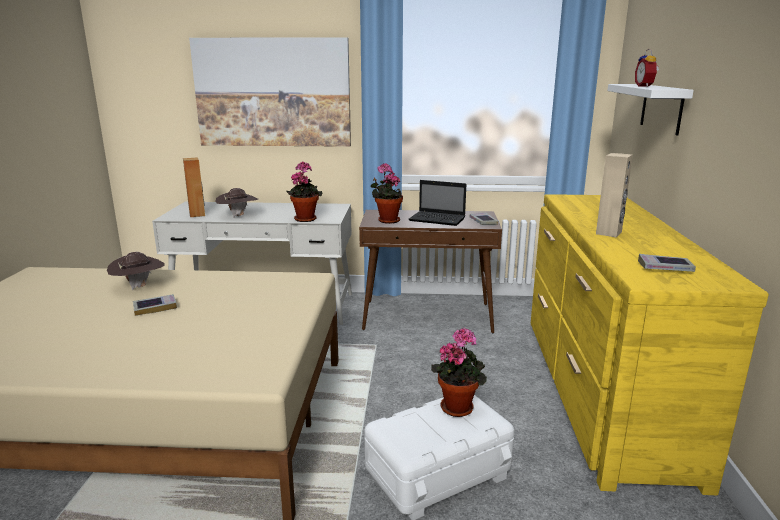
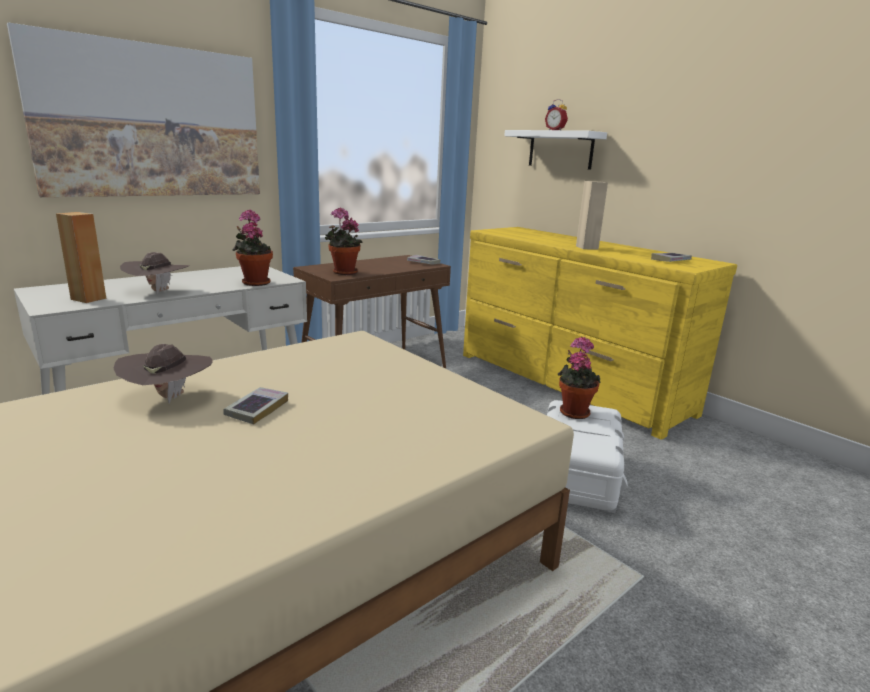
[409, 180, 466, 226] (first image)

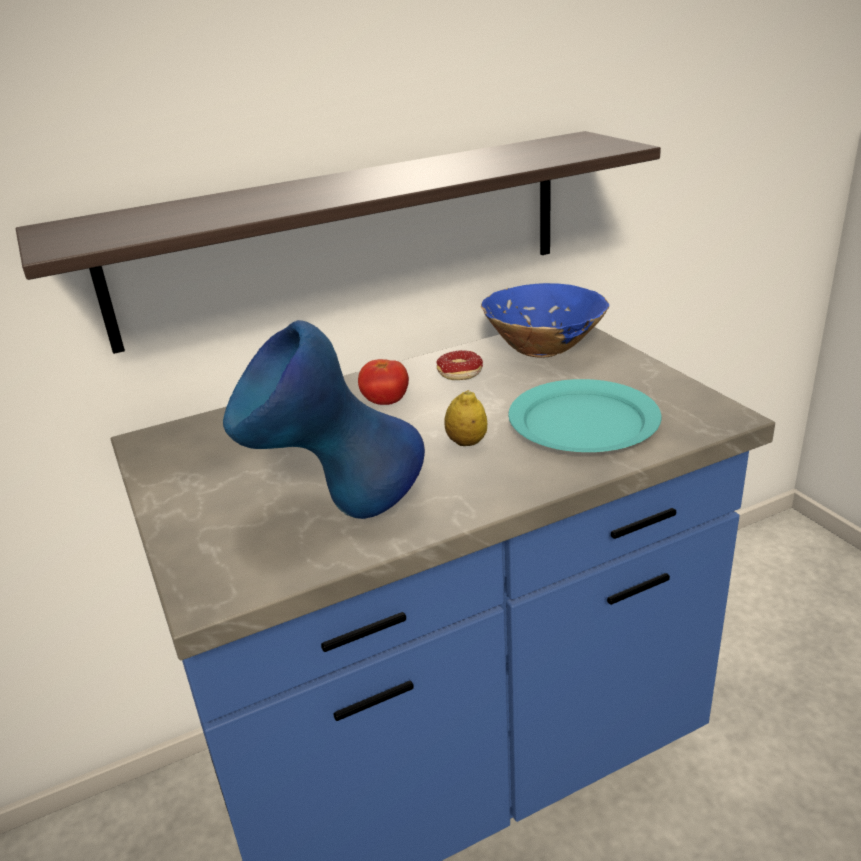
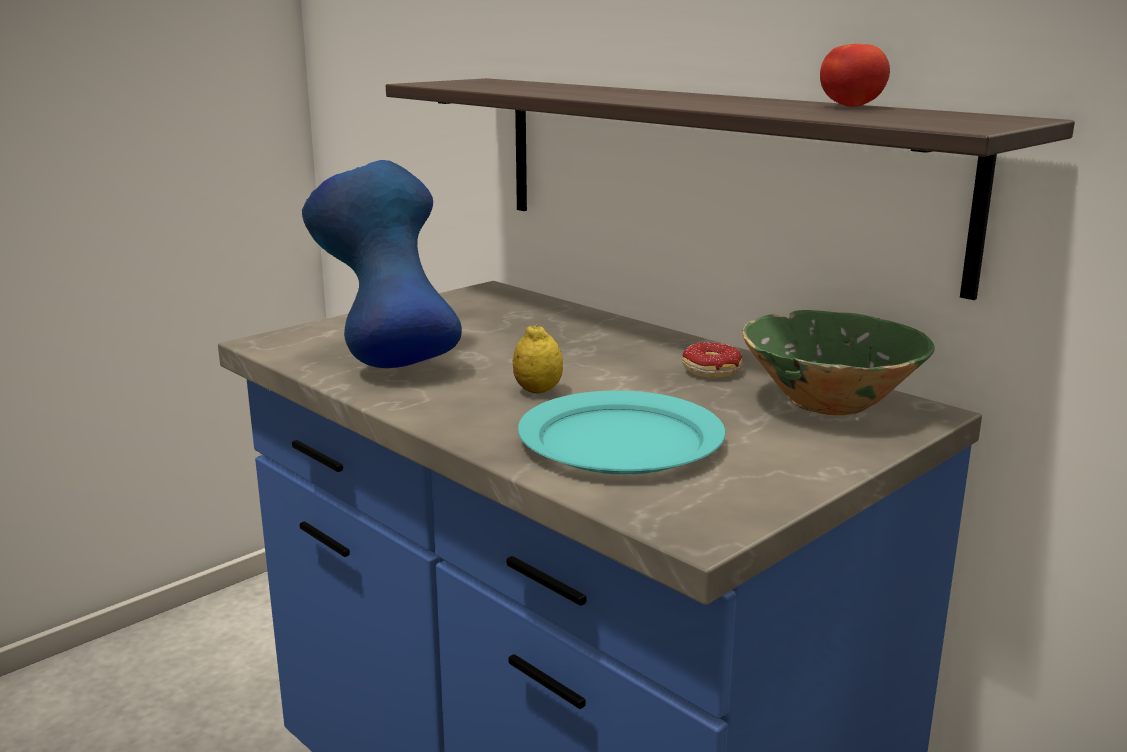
[820, 44, 890, 107]
[742, 310, 935, 415]

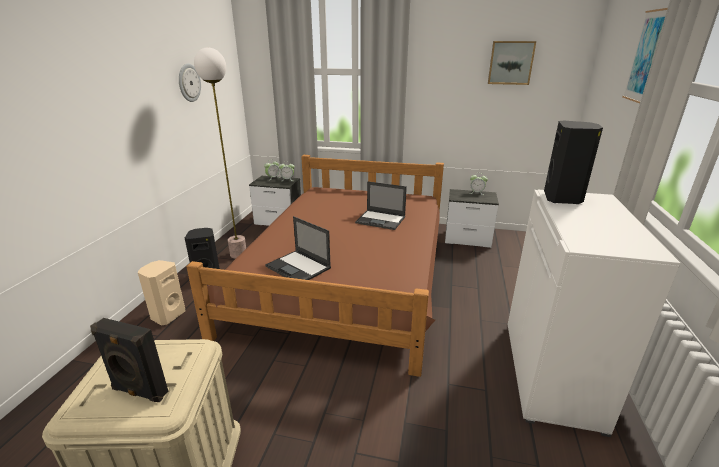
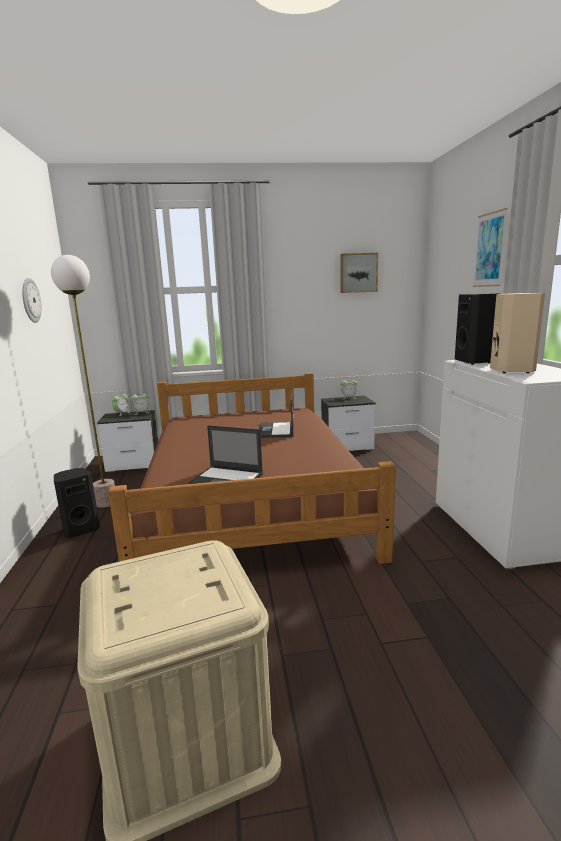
[90, 318, 168, 402] (first image)
[490, 293, 545, 373]
[259, 390, 294, 438]

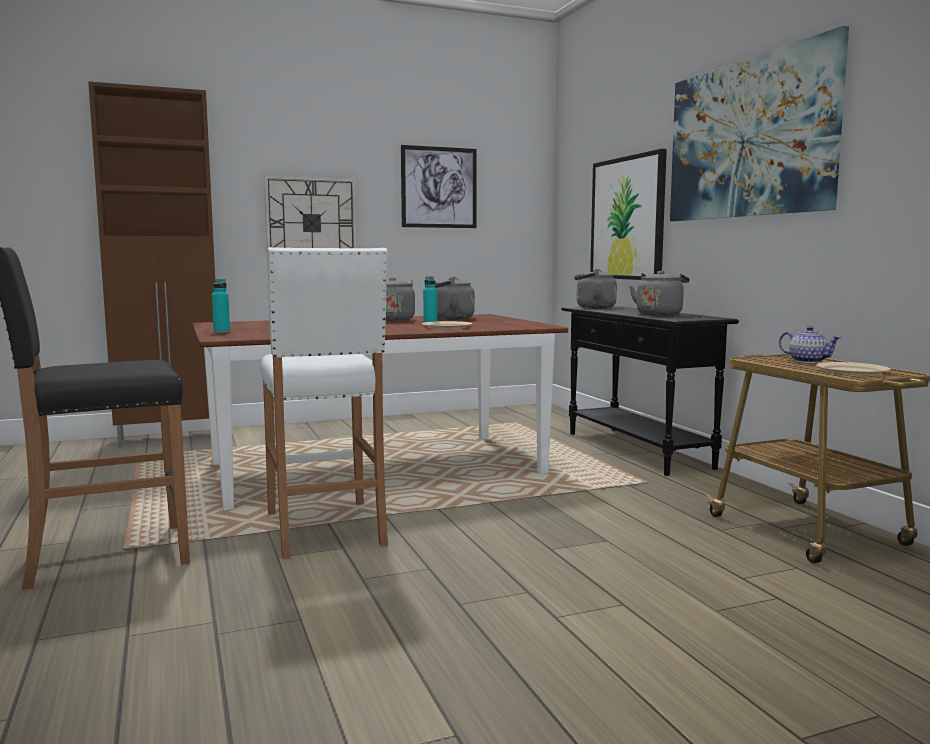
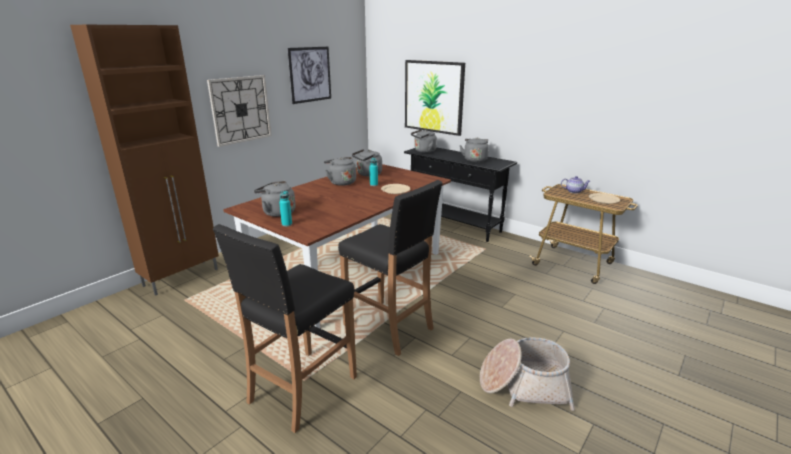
[670, 26, 849, 221] (first image)
[254, 181, 296, 217]
[480, 337, 575, 411]
[338, 180, 443, 356]

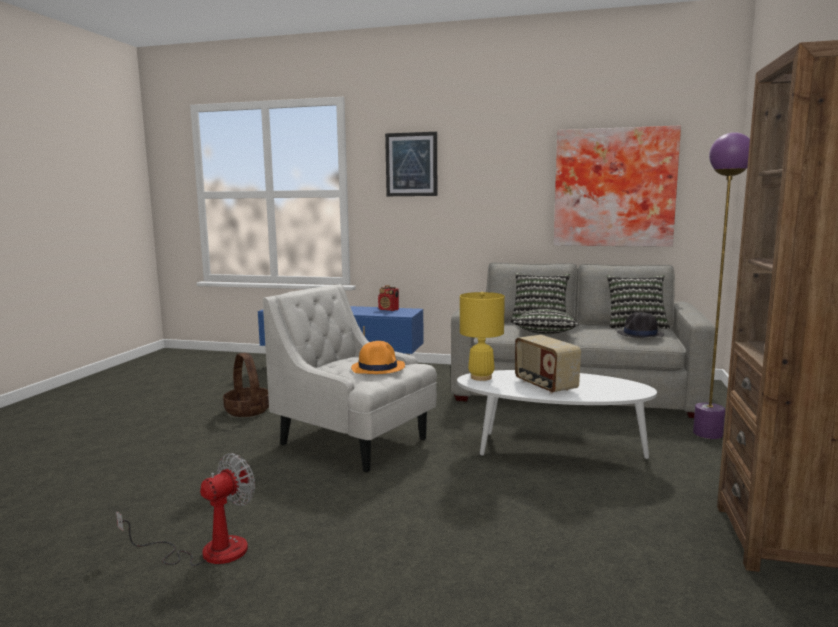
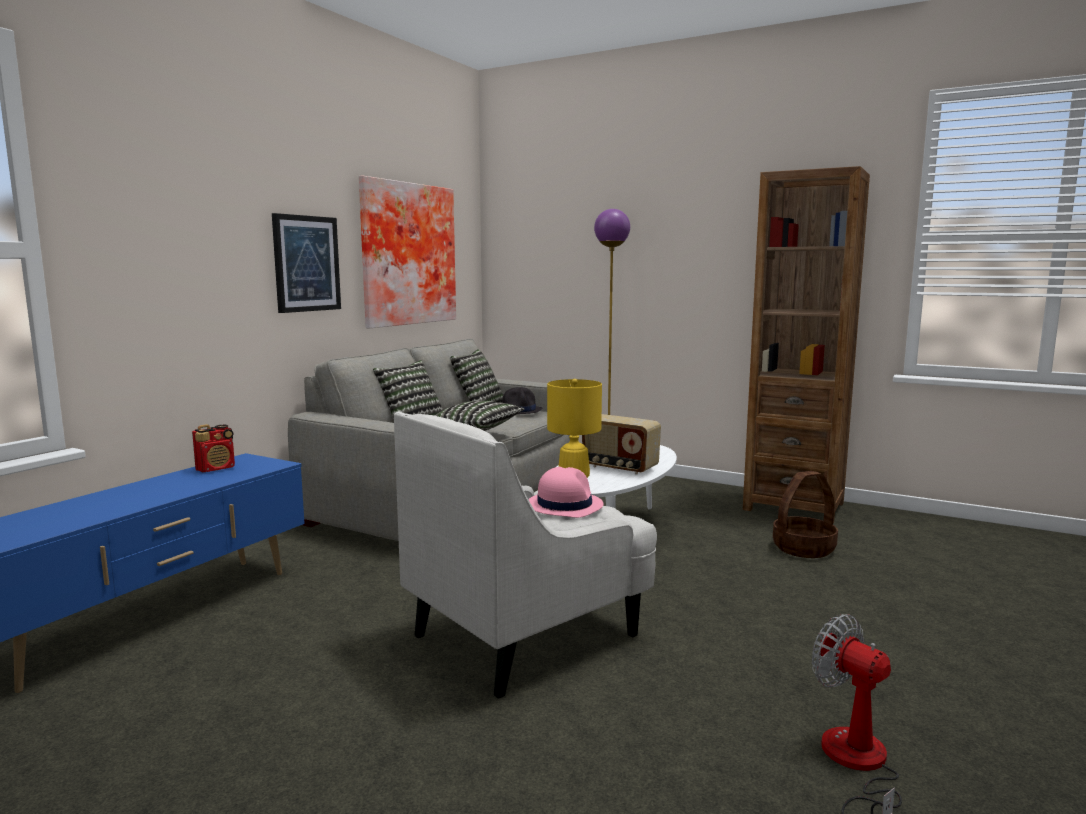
[773, 471, 838, 558]
[272, 213, 341, 313]
[528, 467, 604, 518]
[582, 414, 661, 474]

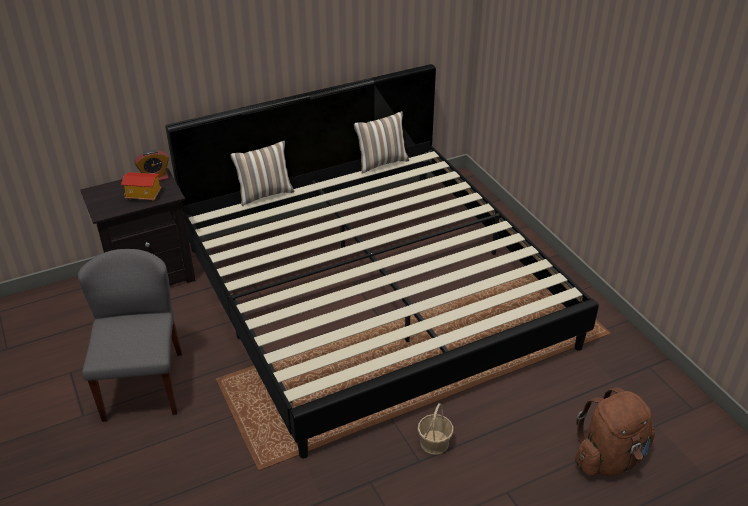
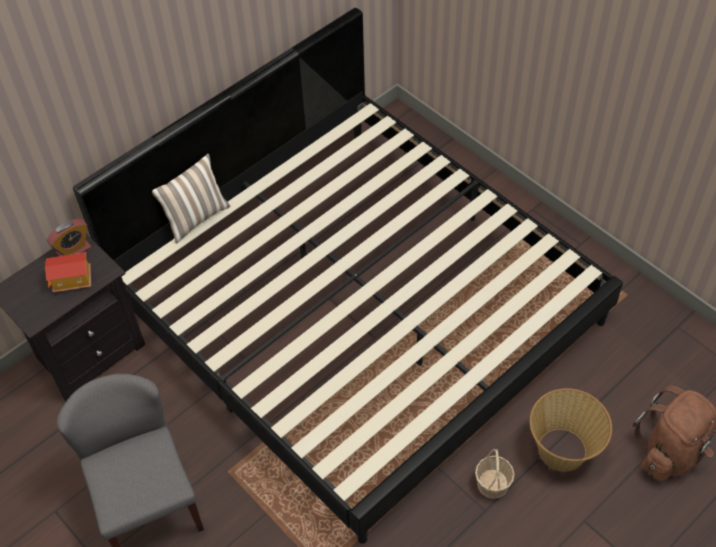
[354, 111, 409, 174] (first image)
[530, 388, 612, 472]

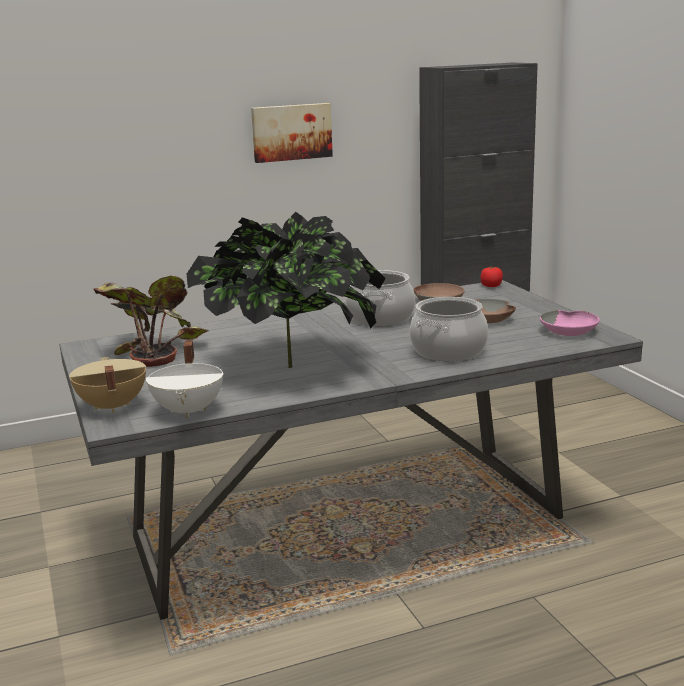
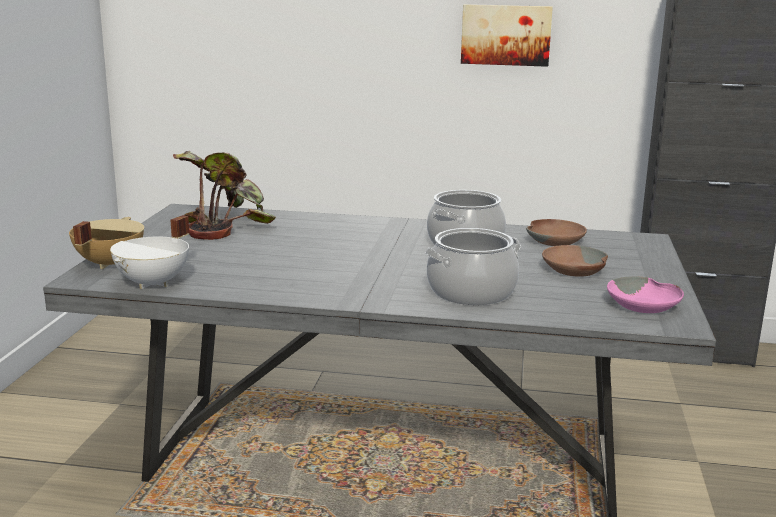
[186, 212, 386, 368] (first image)
[480, 267, 503, 287] (first image)

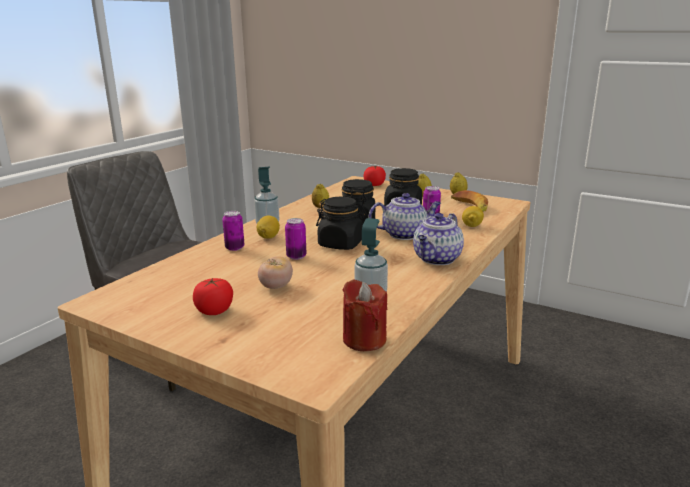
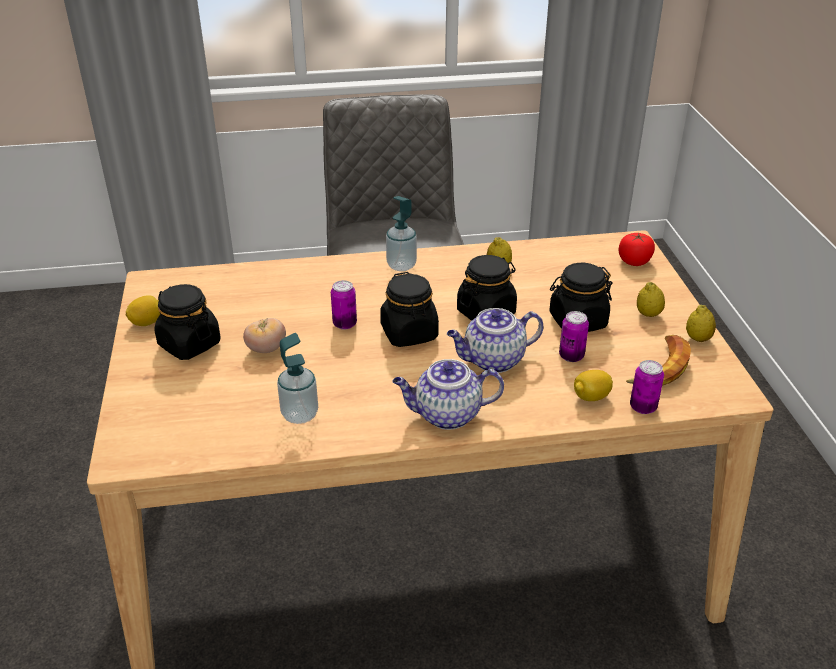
[343, 280, 387, 351] (first image)
[630, 360, 664, 414]
[126, 295, 160, 326]
[154, 284, 220, 360]
[447, 308, 543, 373]

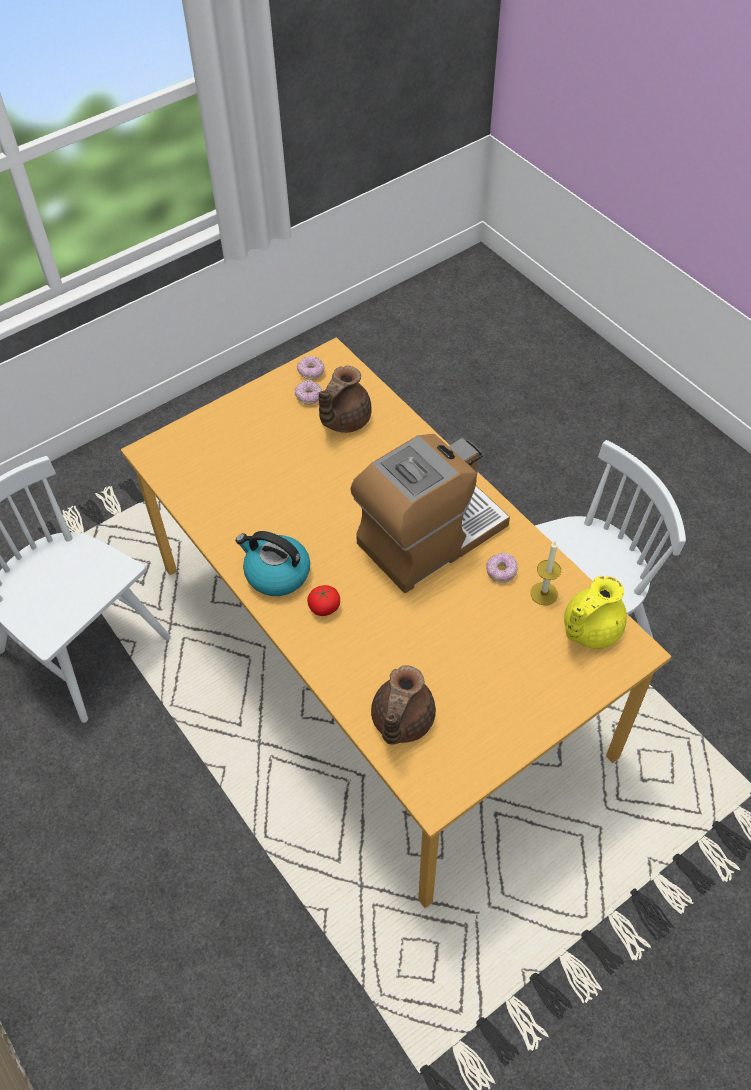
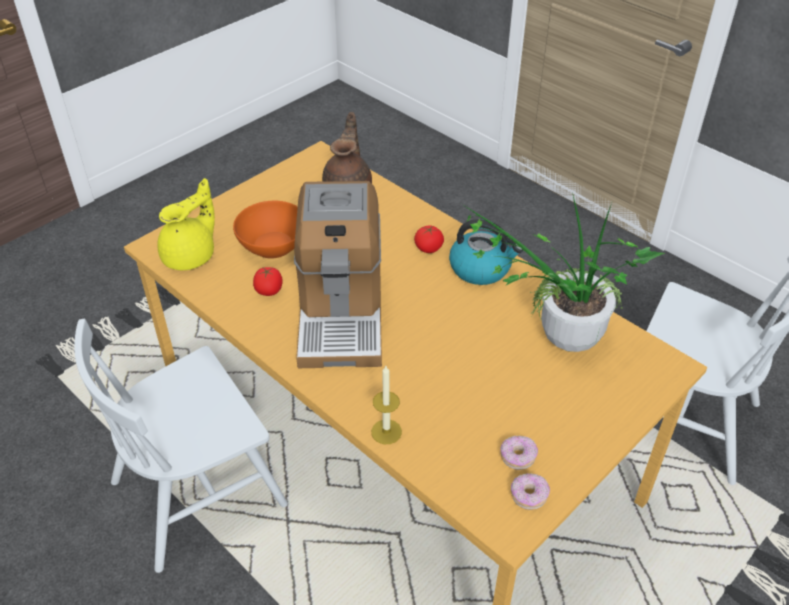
[319, 366, 371, 433] (first image)
[233, 201, 298, 258]
[462, 192, 665, 352]
[371, 366, 402, 444]
[253, 267, 283, 296]
[294, 181, 382, 368]

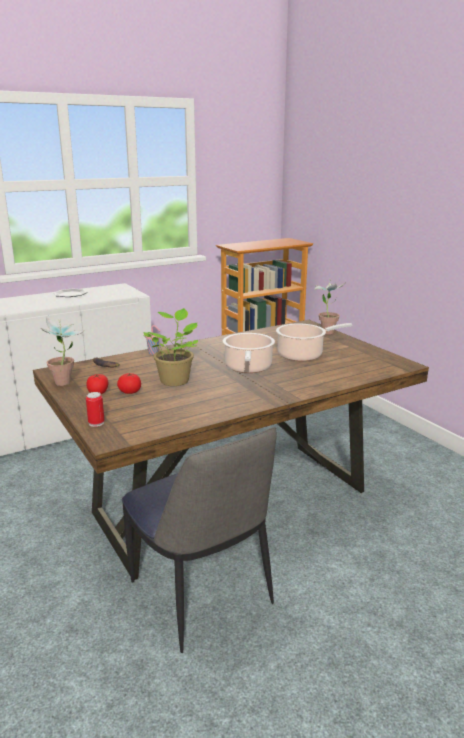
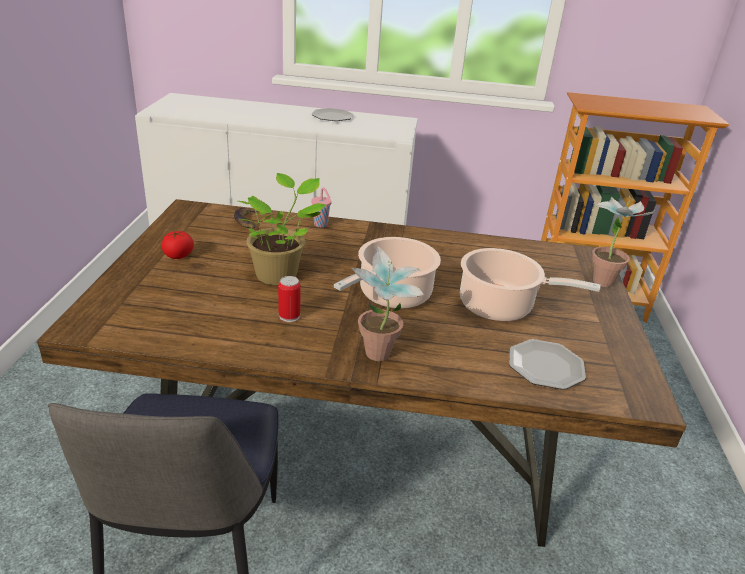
[117, 373, 141, 394] (first image)
[509, 339, 586, 390]
[352, 245, 424, 361]
[278, 276, 301, 322]

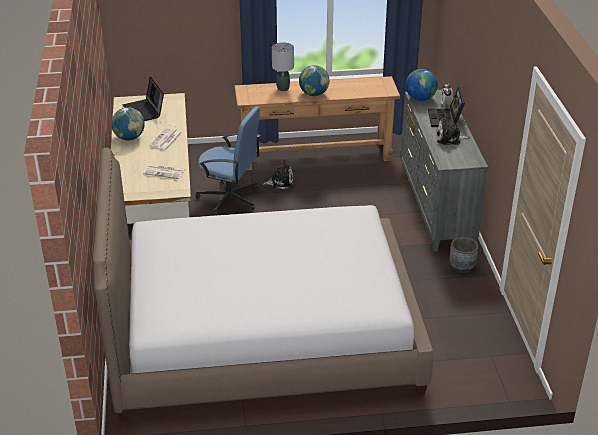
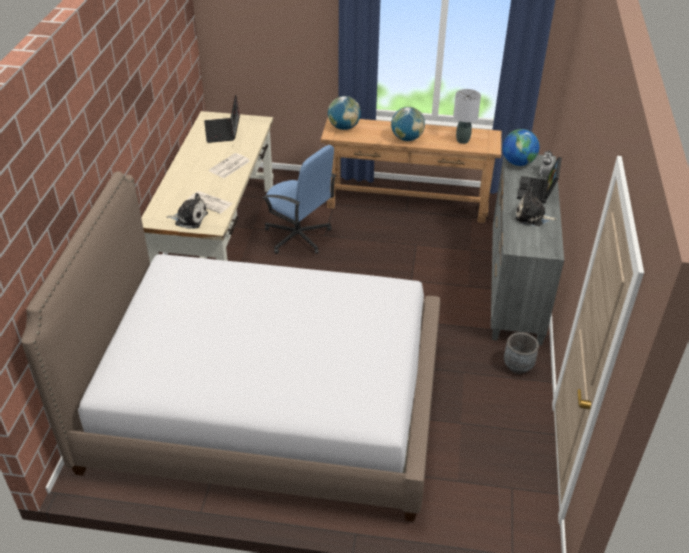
[328, 96, 361, 130]
[167, 193, 208, 229]
[453, 89, 481, 144]

